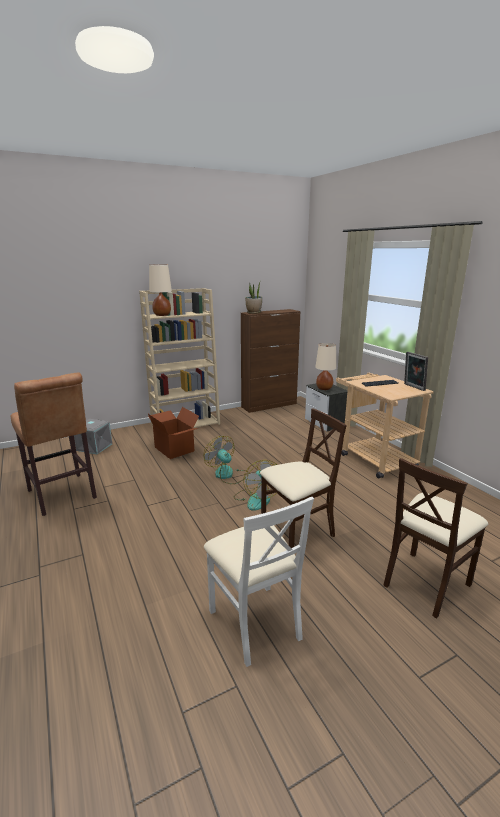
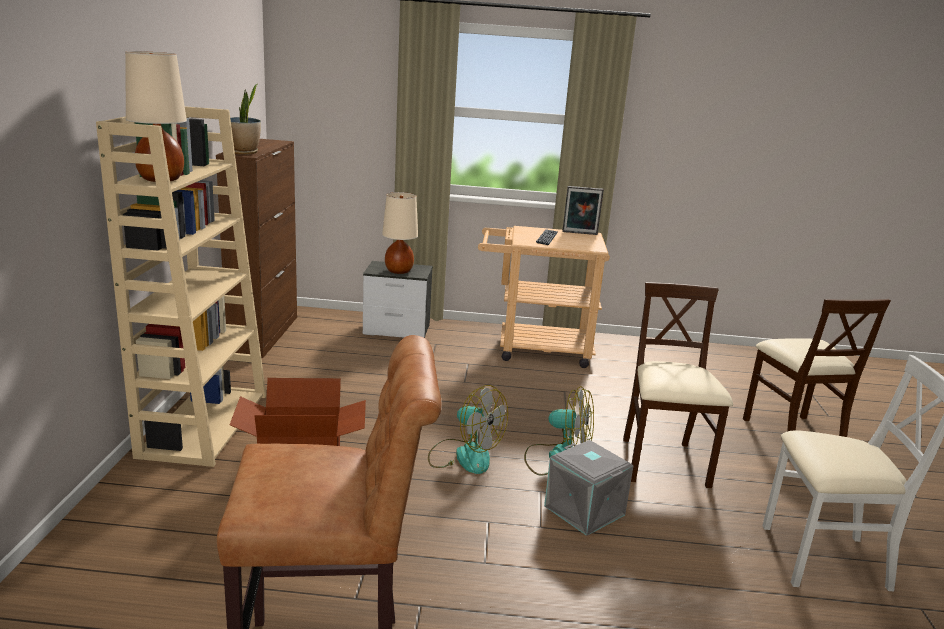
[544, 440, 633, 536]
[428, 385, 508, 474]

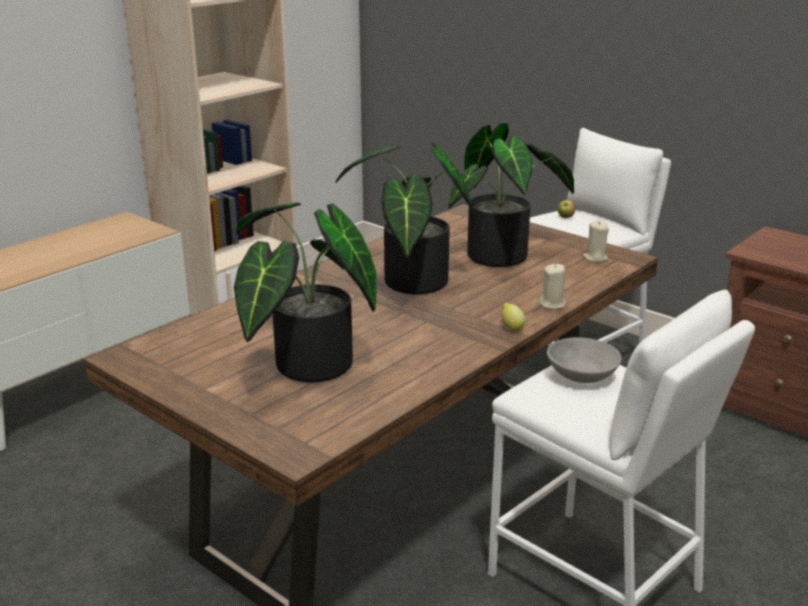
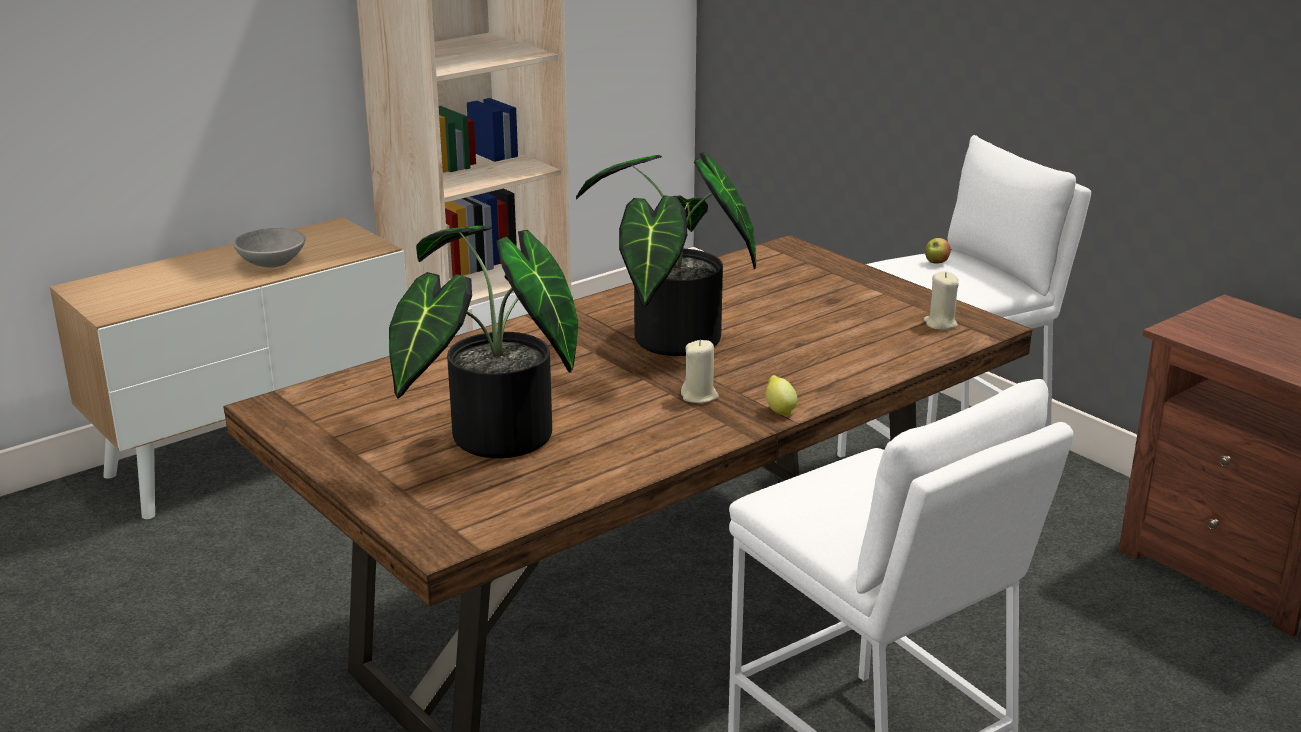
[448, 123, 574, 267] (first image)
[681, 340, 719, 403]
[233, 228, 306, 267]

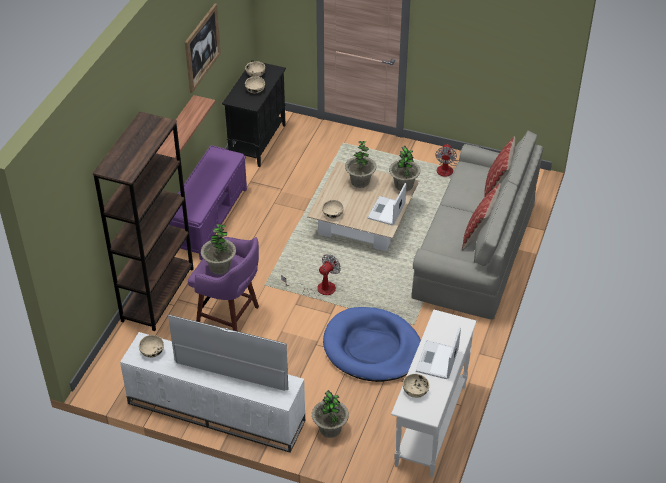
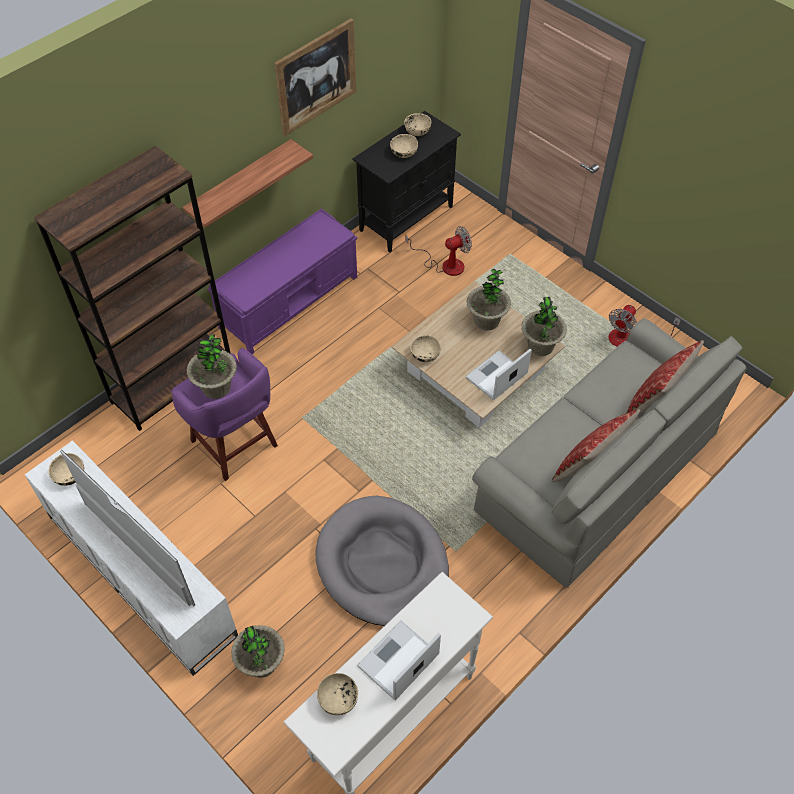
[406, 226, 472, 276]
[315, 496, 449, 626]

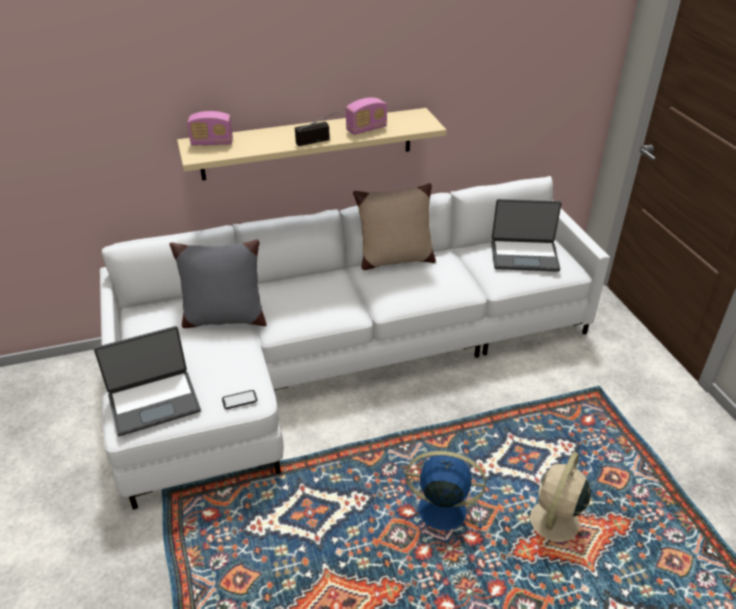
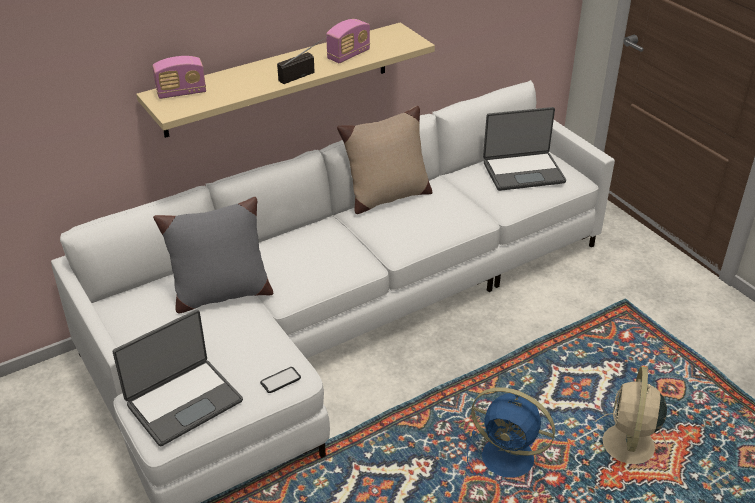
[467, 387, 555, 478]

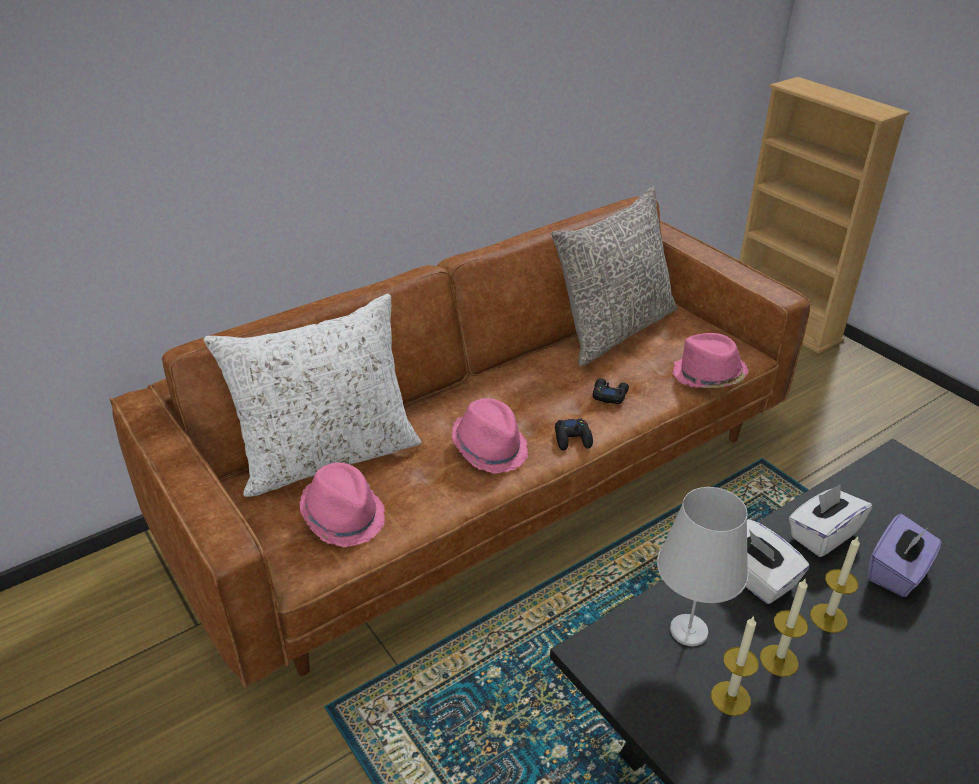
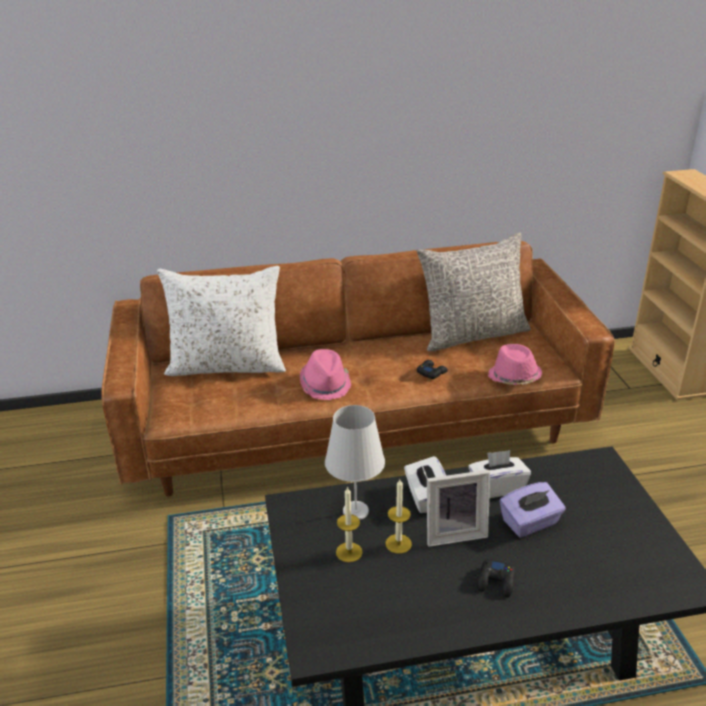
[300, 463, 385, 547] (first image)
[477, 559, 515, 598]
[427, 470, 490, 547]

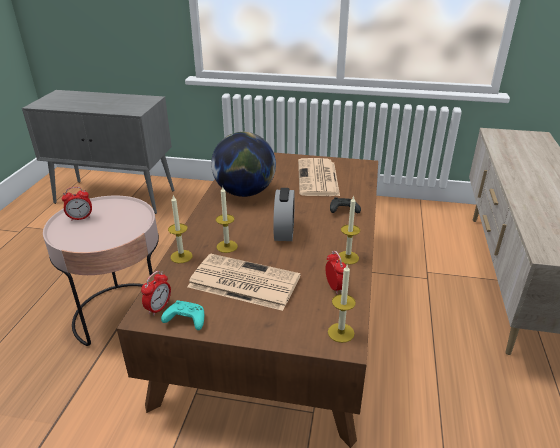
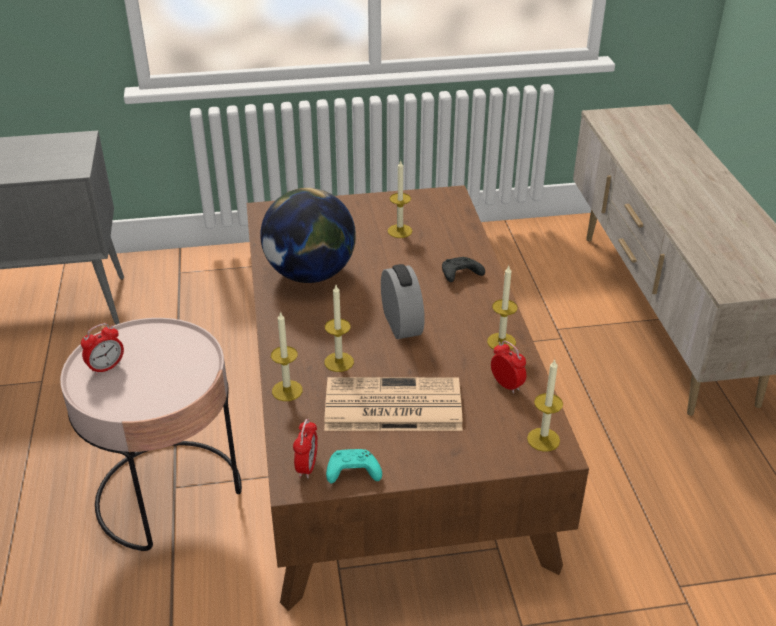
[388, 161, 412, 238]

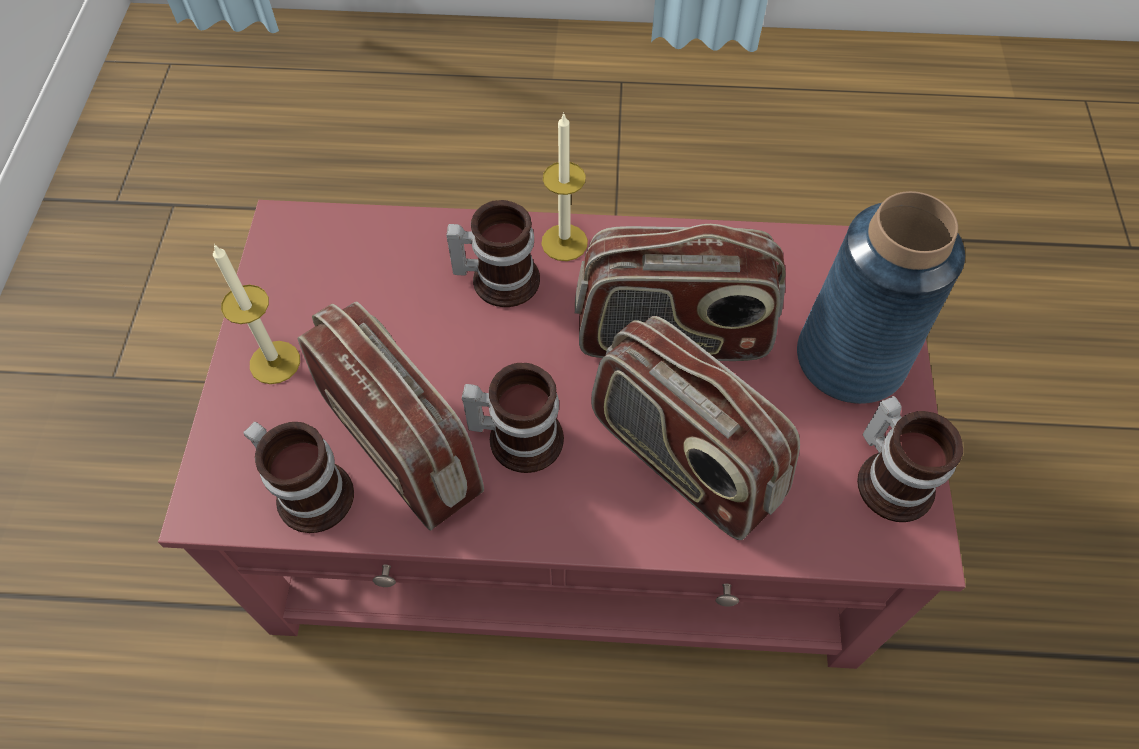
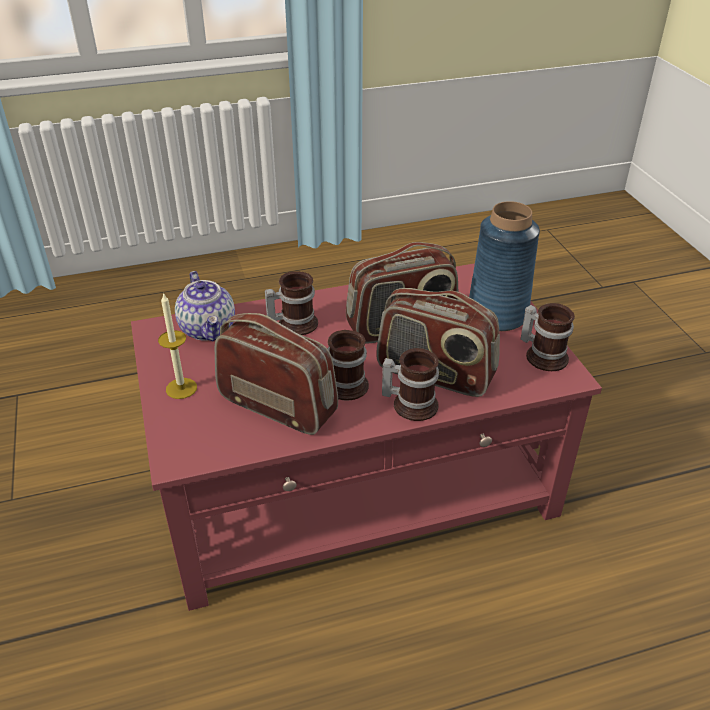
[541, 112, 588, 261] (first image)
[175, 271, 235, 341]
[382, 348, 439, 421]

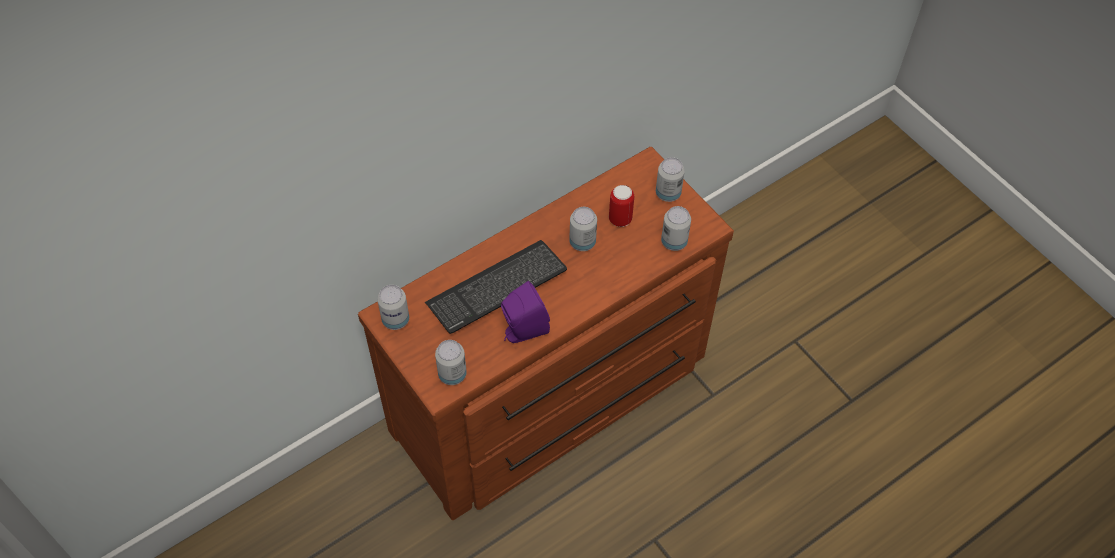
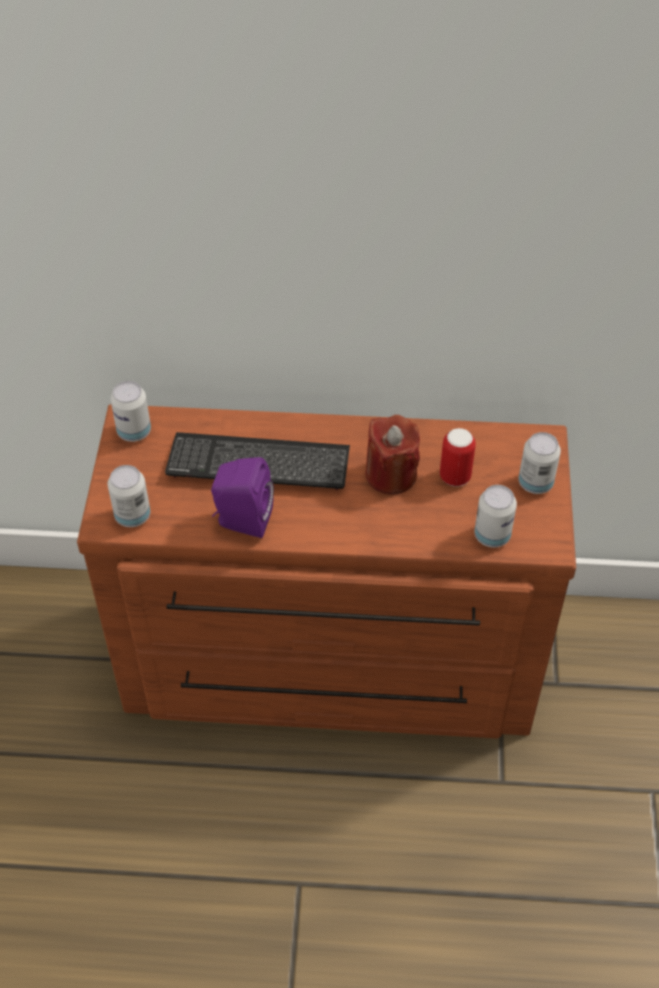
[365, 415, 420, 495]

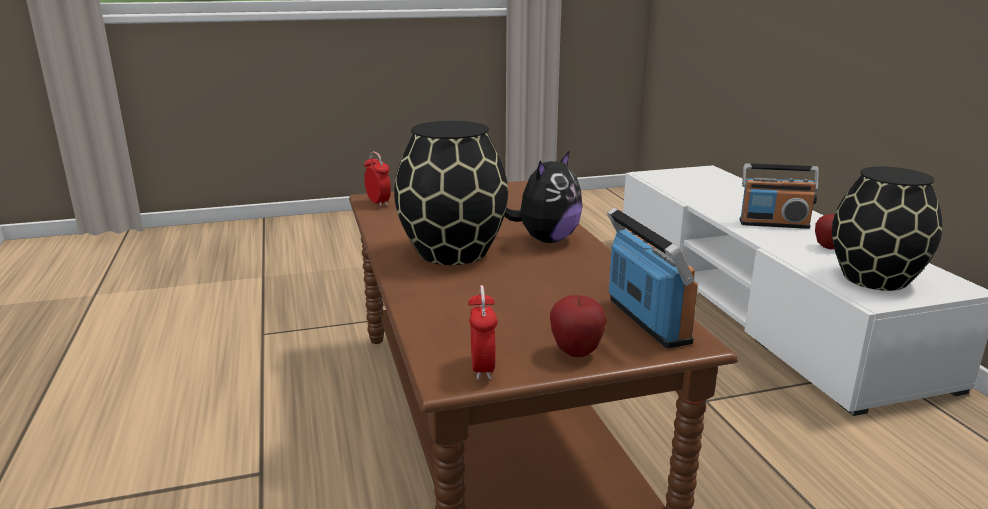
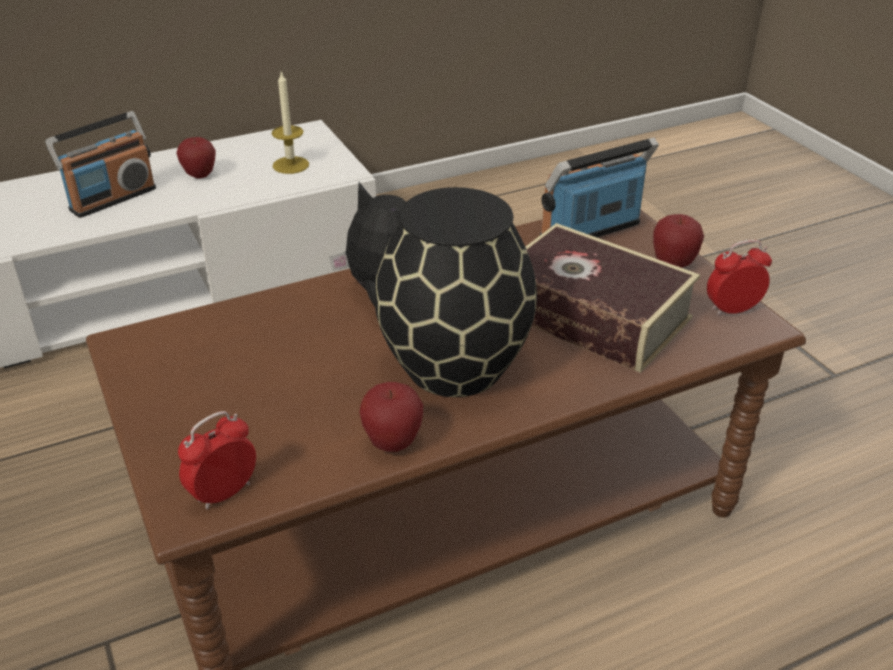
[360, 382, 423, 452]
[526, 223, 700, 373]
[272, 72, 309, 174]
[45, 111, 156, 218]

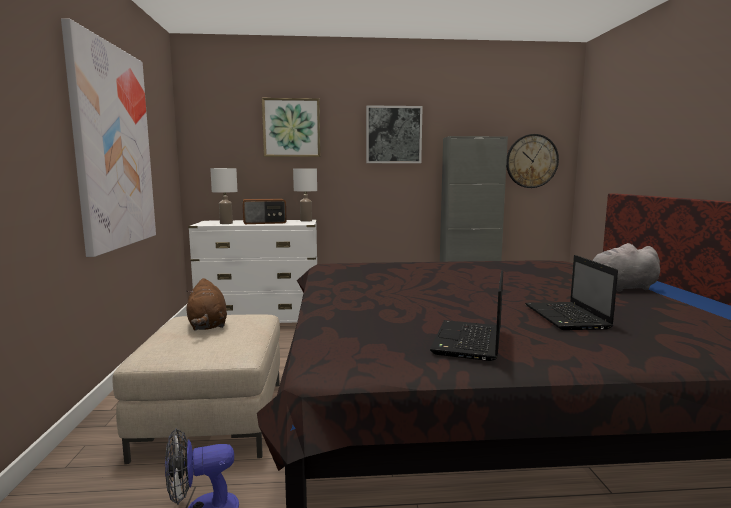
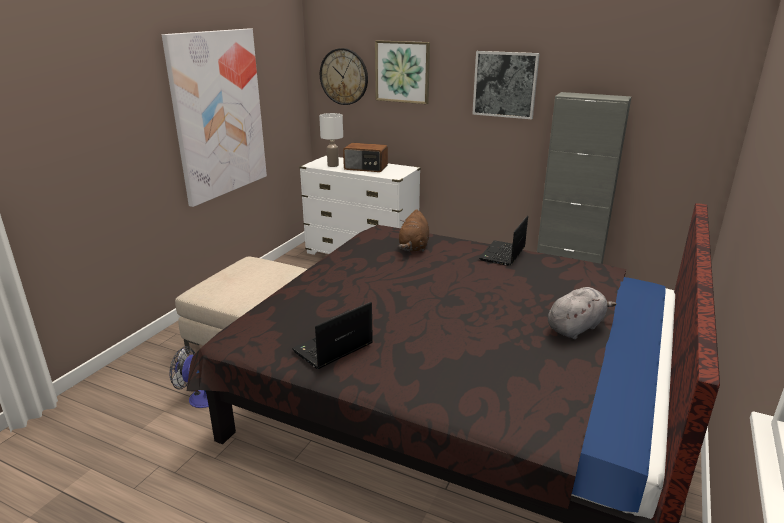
[293, 168, 317, 222] (first image)
[398, 209, 429, 252]
[320, 48, 368, 105]
[479, 216, 528, 266]
[548, 287, 617, 339]

